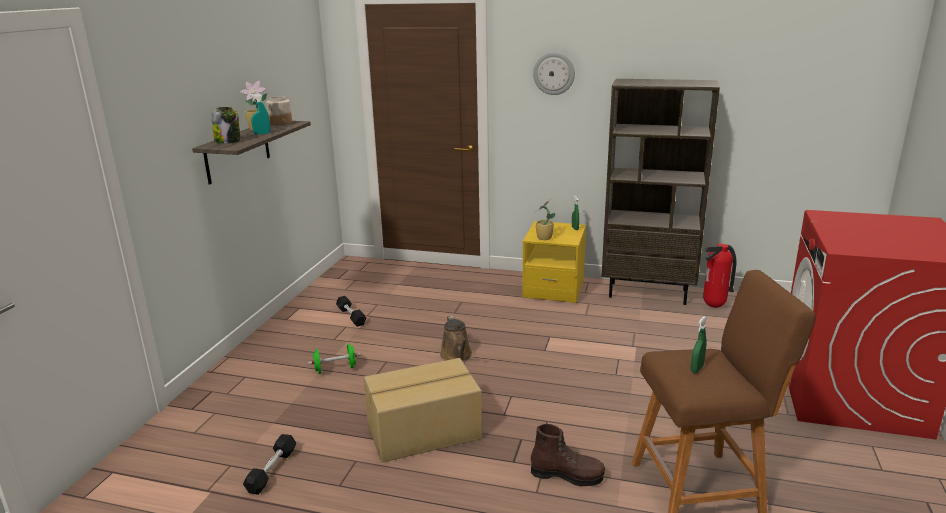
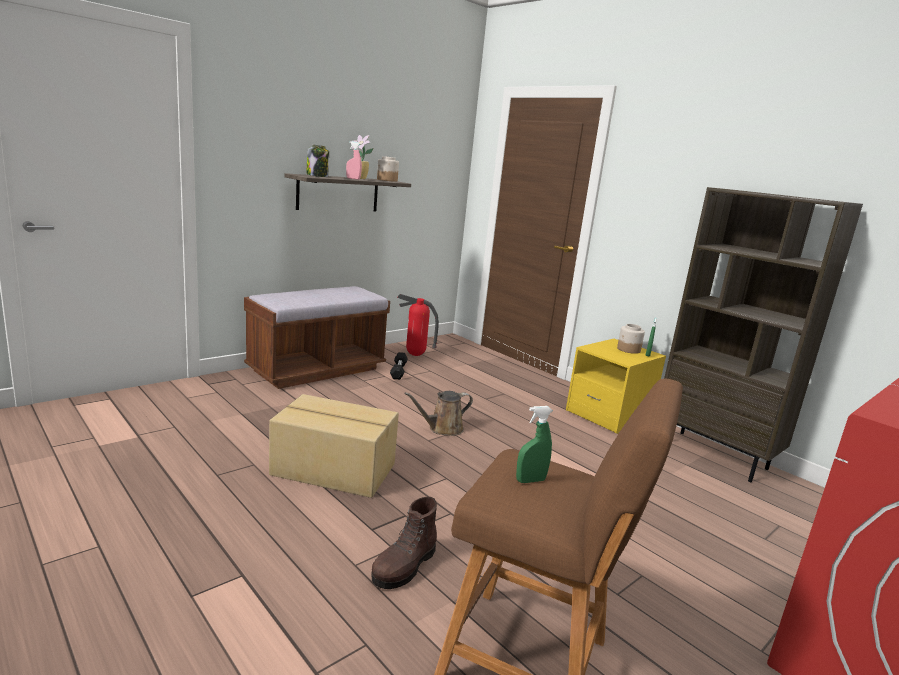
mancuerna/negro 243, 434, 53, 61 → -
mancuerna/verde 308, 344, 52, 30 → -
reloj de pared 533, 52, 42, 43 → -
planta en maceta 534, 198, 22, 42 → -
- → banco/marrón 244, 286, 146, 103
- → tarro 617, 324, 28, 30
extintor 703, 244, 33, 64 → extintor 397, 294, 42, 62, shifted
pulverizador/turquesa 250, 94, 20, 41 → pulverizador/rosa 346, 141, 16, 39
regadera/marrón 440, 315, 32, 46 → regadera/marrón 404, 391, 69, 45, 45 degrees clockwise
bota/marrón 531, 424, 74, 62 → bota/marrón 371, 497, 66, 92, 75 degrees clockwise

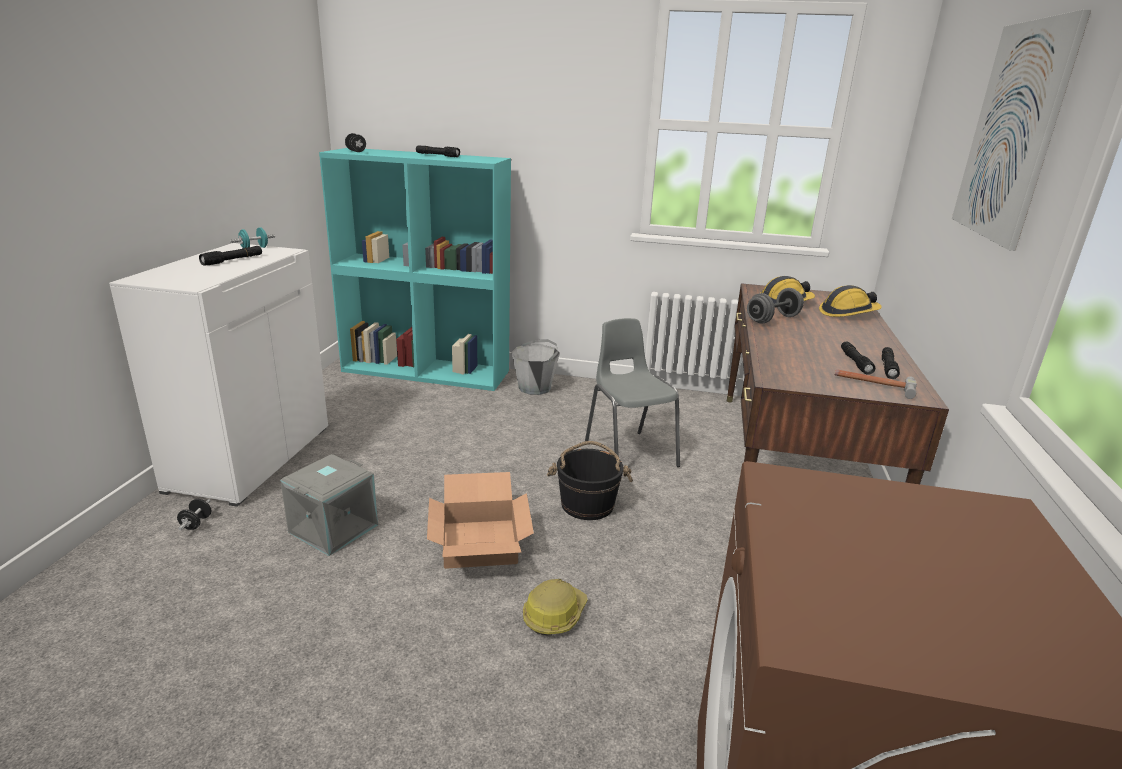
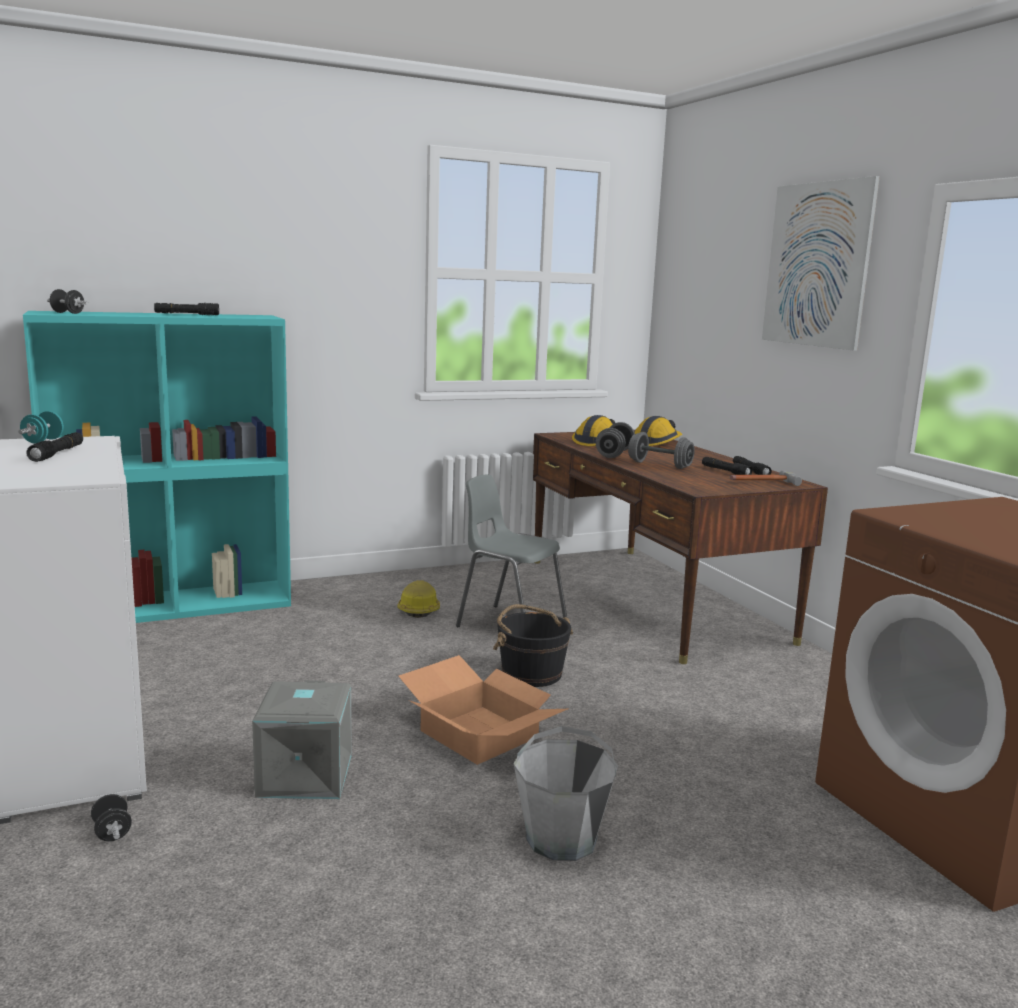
- → mancuerna/gris 628, 432, 67, 37
cubo/gris 512, 339, 48, 56 → cubo/gris 514, 726, 105, 135, shifted
casco 523, 579, 65, 57 → casco 397, 580, 43, 38, shifted

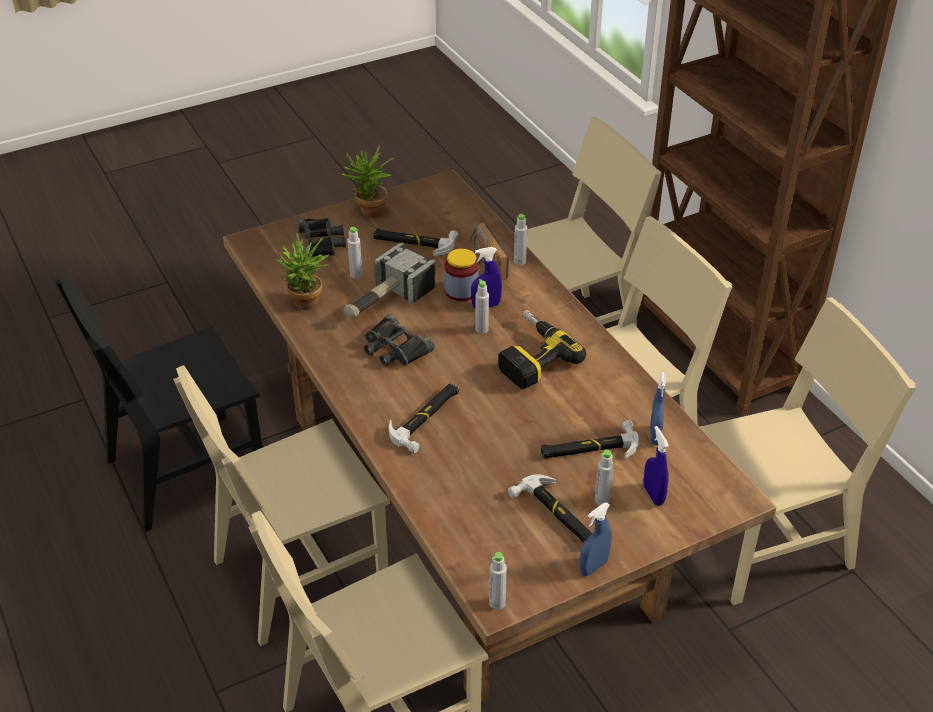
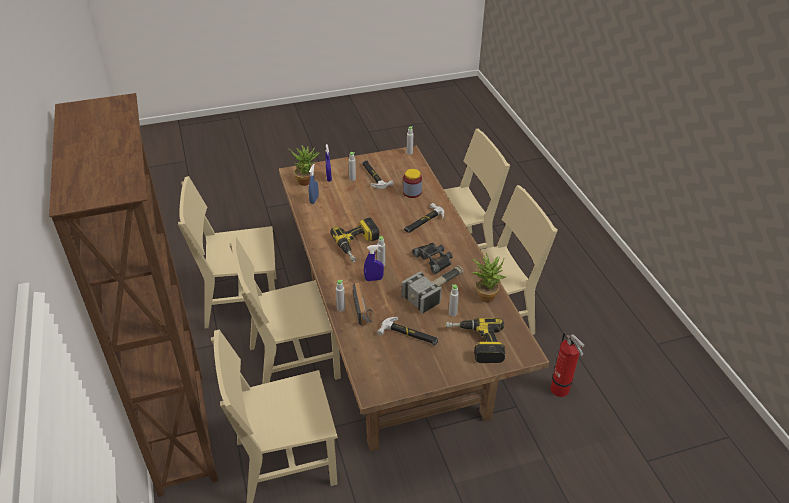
martillo 541, 420, 98, 39 → -
pulverizador/azul 579, 502, 33, 74 → -
planta en maceta 342, 146, 52, 71 → planta en maceta 289, 146, 31, 40, shifted
tarro 444, 249, 35, 52 → tarro 403, 169, 19, 29, shifted
silla/negro 55, 268, 207, 264 → extintor 551, 333, 34, 64
prismáticos/negro 297, 218, 49, 39 → taladro 446, 318, 59, 45

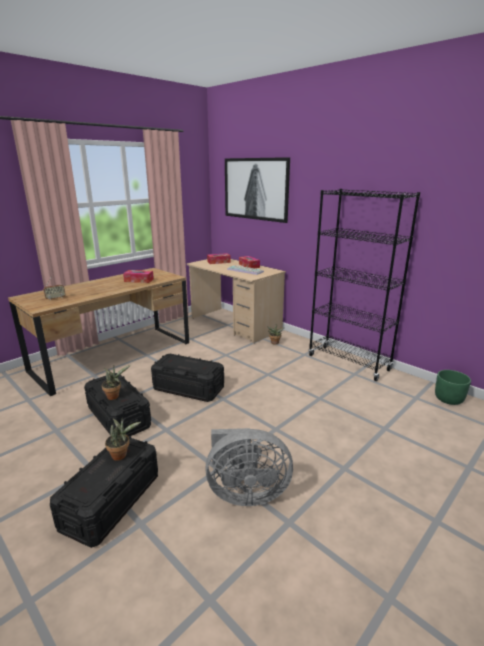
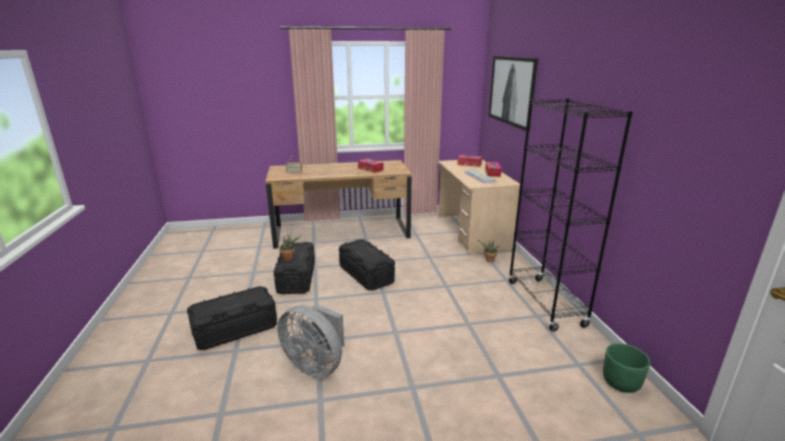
planta en maceta 105, 418, 36, 43 → -

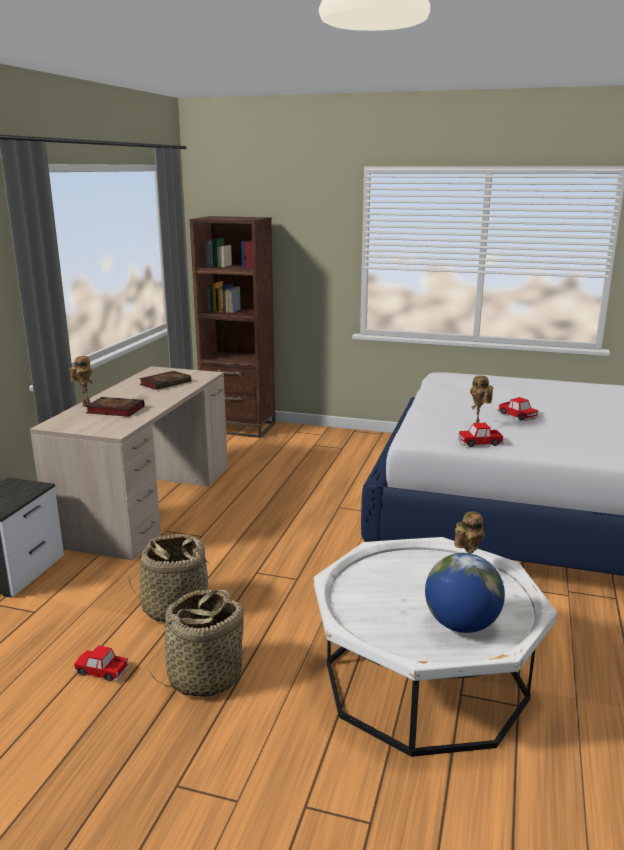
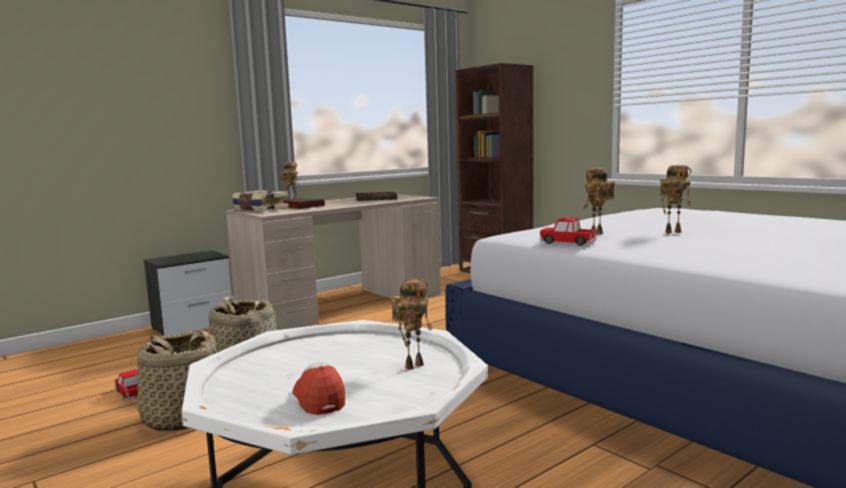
- → libro 232, 190, 57, 22
globo terráqueo 425, 553, 80, 80 → gorra 293, 363, 52, 52
coche de juguete 497, 397, 42, 24 → robot de juguete 660, 165, 31, 68

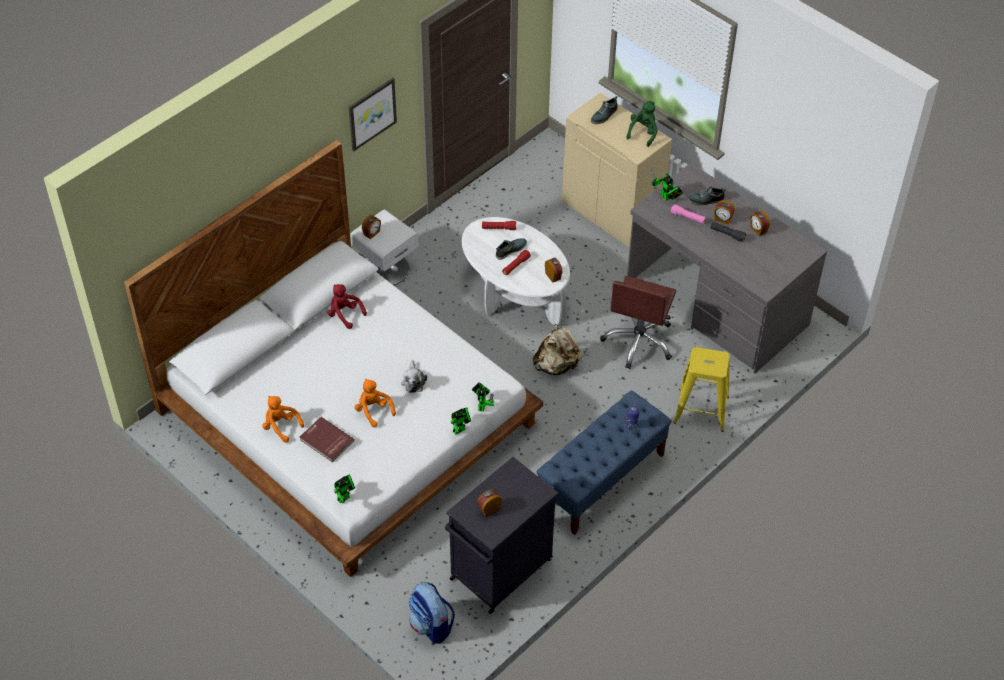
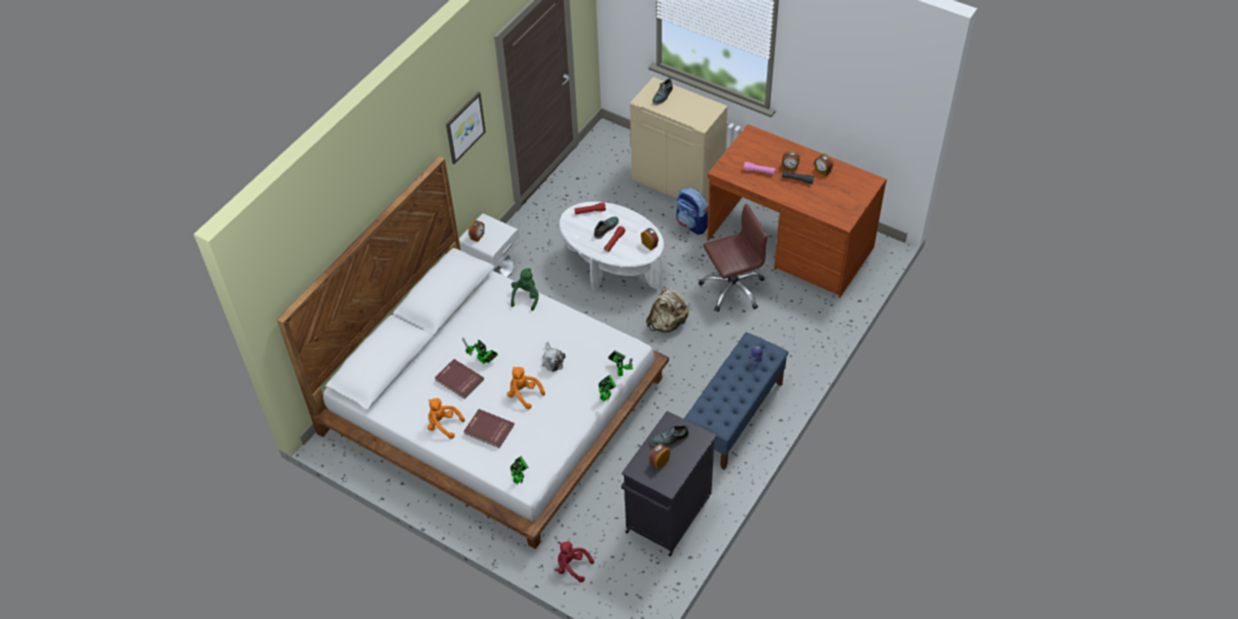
taburete/amarillo 673, 347, 57, 85 → -
- → libro/rojo 435, 359, 49, 40
peluche/rojo 328, 284, 39, 45 → peluche/rojo 557, 541, 37, 41, shifted
mochila 409, 582, 46, 62 → mochila 676, 187, 32, 48, shifted
peluche/verde 626, 101, 32, 46 → peluche/verde 511, 268, 28, 43, shifted
robot de juguete 651, 167, 32, 34 → robot de juguete 462, 338, 36, 26, shifted
zapato 688, 186, 38, 19 → zapato 651, 425, 38, 22, shifted
escritorio/gris 627, 163, 200, 211 → escritorio/marrón 707, 124, 180, 174
silla de oficina/marrón 600, 276, 76, 93 → silla de oficina/marrón 699, 203, 69, 109, 120 degrees counterclockwise

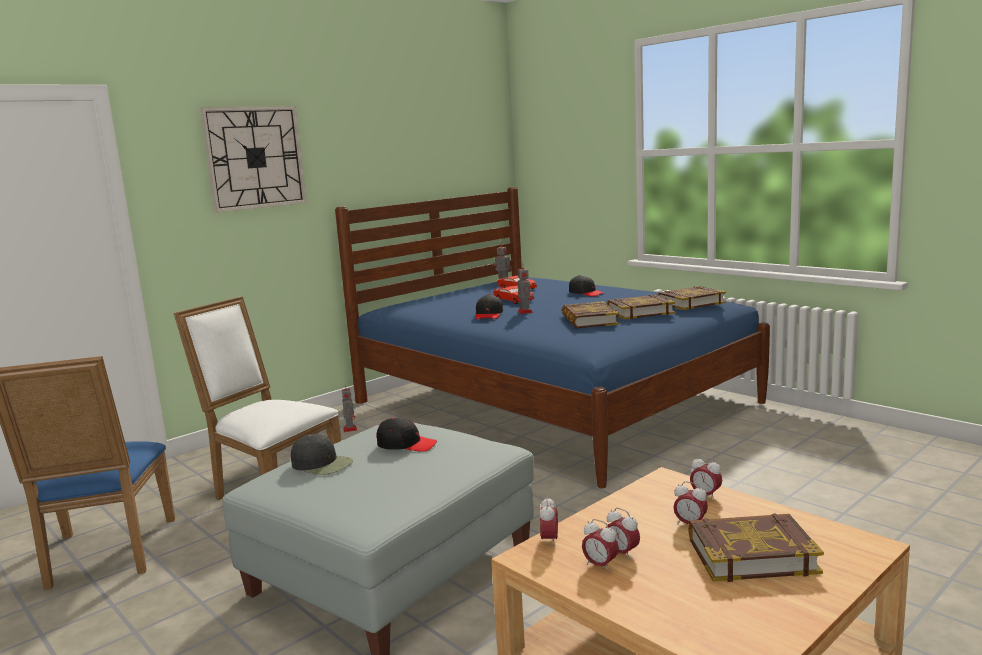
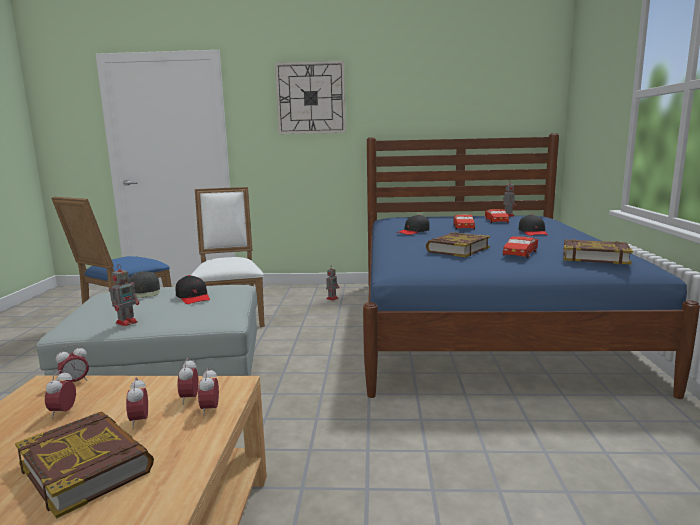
robot de juguete 517, 264, 16, 50 → robot de juguete 110, 264, 29, 62, shifted
despertador 582, 519, 37, 53 → despertador 177, 358, 22, 46, shifted
libro 607, 295, 68, 24 → coche de juguete/rojo 503, 236, 35, 22

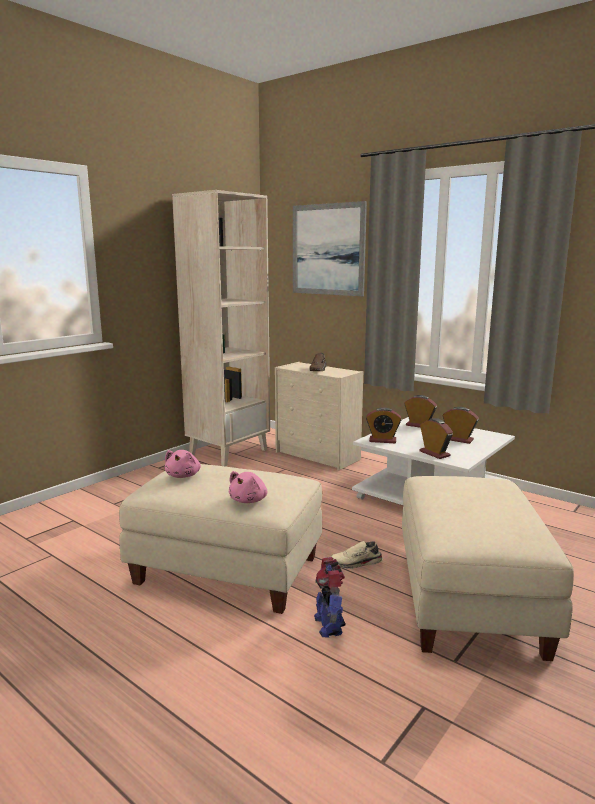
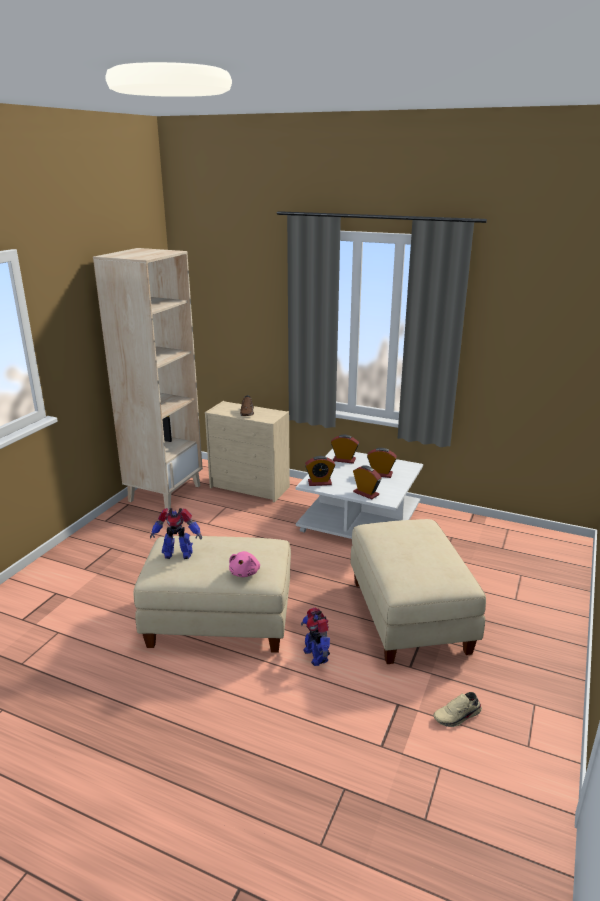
cuadro 293, 201, 74, 95 → -
zapato/beis 331, 541, 52, 28 → zapato/beis 433, 692, 49, 35, shifted
peluche/rosa 165, 450, 36, 28 → robot de juguete 150, 508, 52, 51

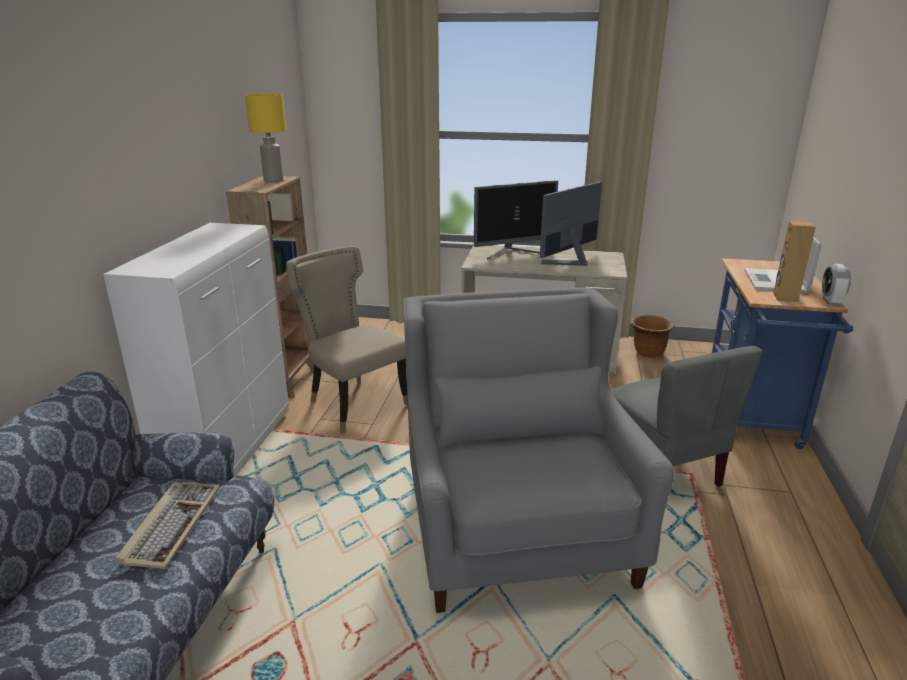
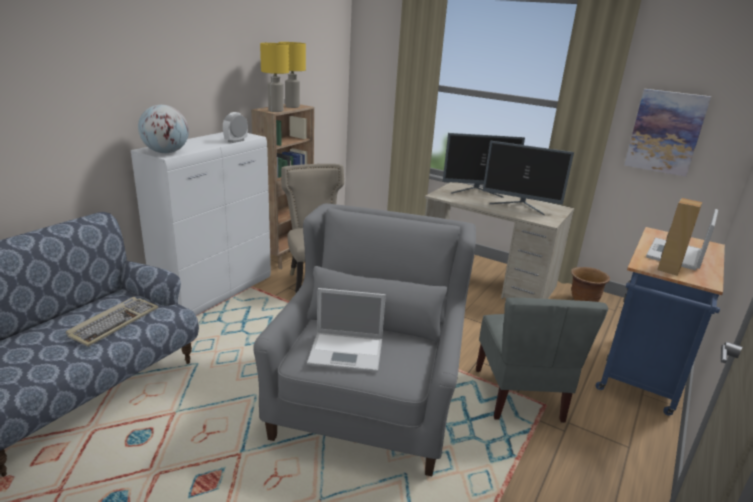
- → globo terráqueo 138, 105, 51, 48
- → lámpara de mesa/amarillo 260, 43, 29, 69
- → portátil 307, 288, 79, 84
- → cuadro 624, 89, 87, 88
despertador 822, 264, 29, 42 → despertador 223, 112, 25, 31, shifted
monitor 540, 182, 62, 84 → monitor 483, 141, 91, 74, 135 degrees counterclockwise

